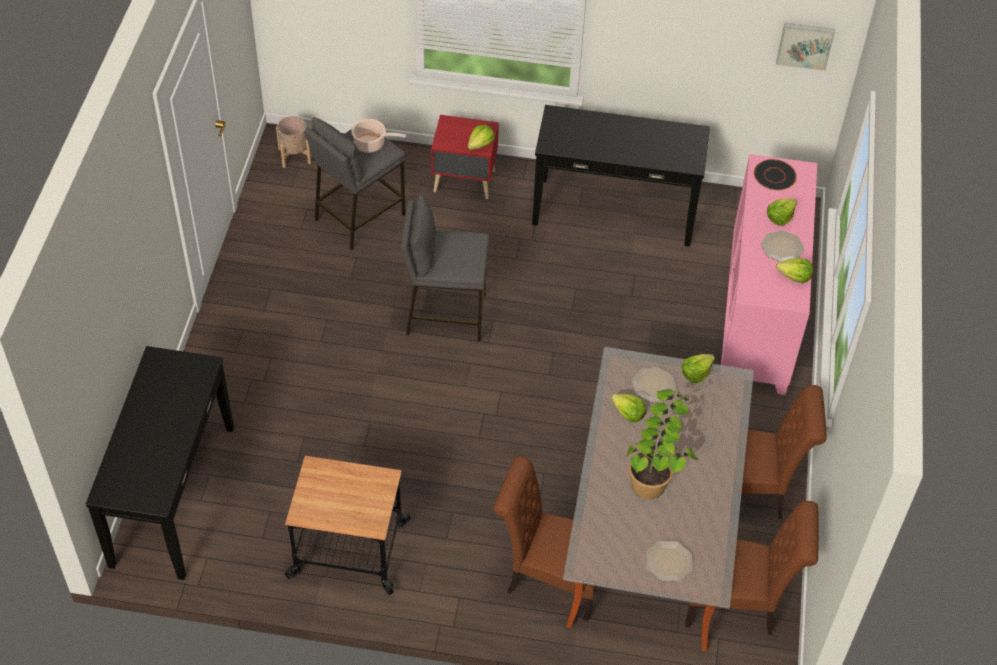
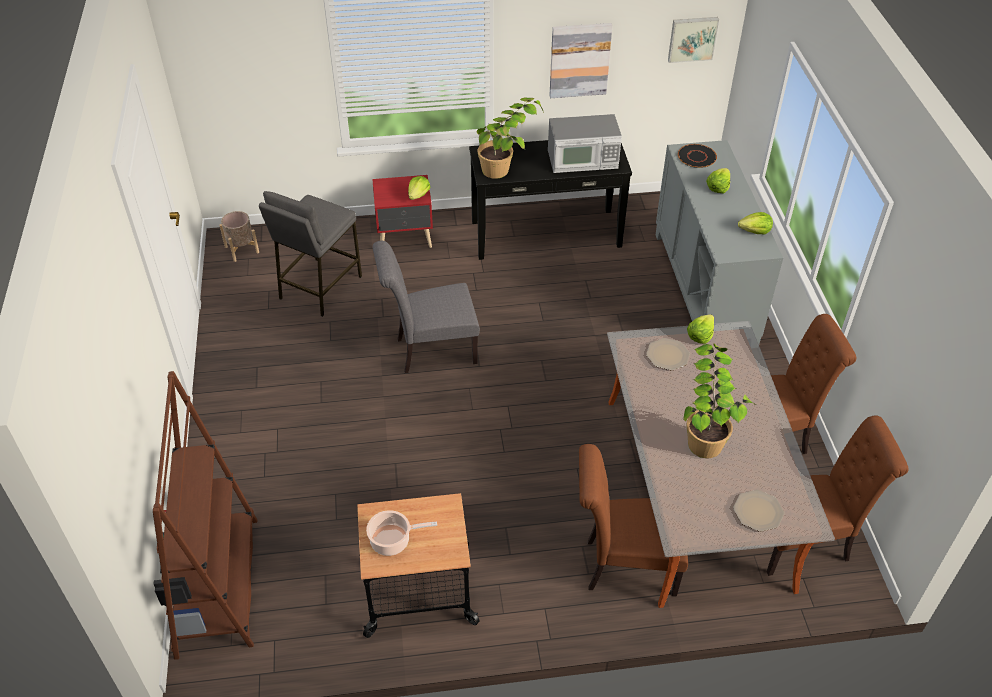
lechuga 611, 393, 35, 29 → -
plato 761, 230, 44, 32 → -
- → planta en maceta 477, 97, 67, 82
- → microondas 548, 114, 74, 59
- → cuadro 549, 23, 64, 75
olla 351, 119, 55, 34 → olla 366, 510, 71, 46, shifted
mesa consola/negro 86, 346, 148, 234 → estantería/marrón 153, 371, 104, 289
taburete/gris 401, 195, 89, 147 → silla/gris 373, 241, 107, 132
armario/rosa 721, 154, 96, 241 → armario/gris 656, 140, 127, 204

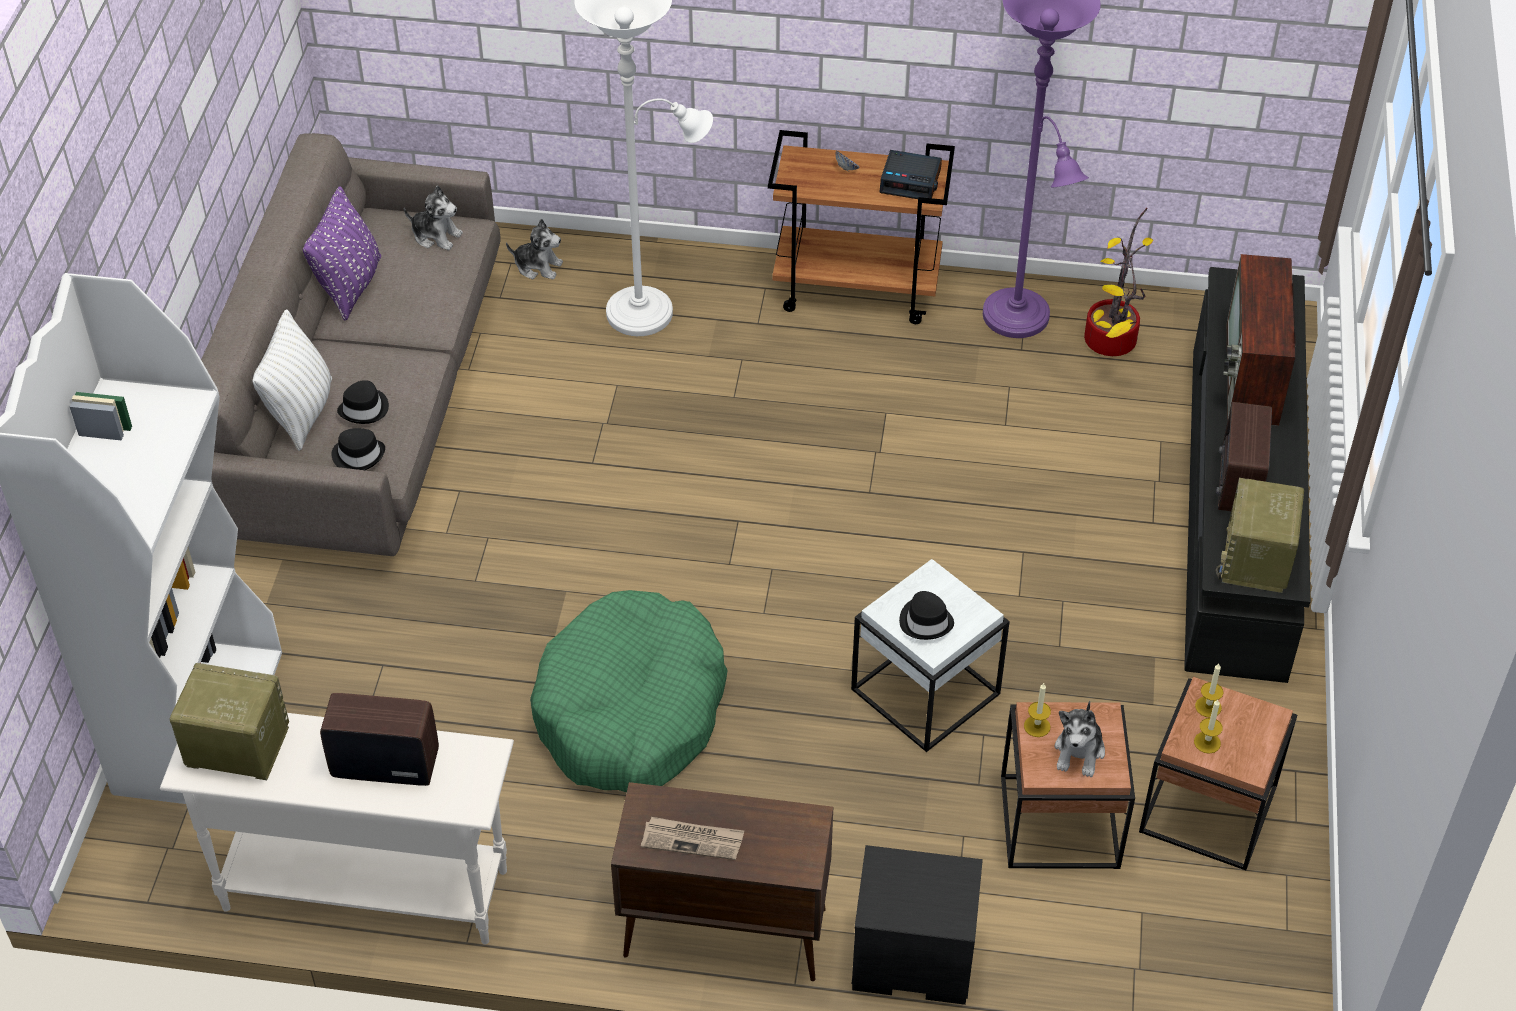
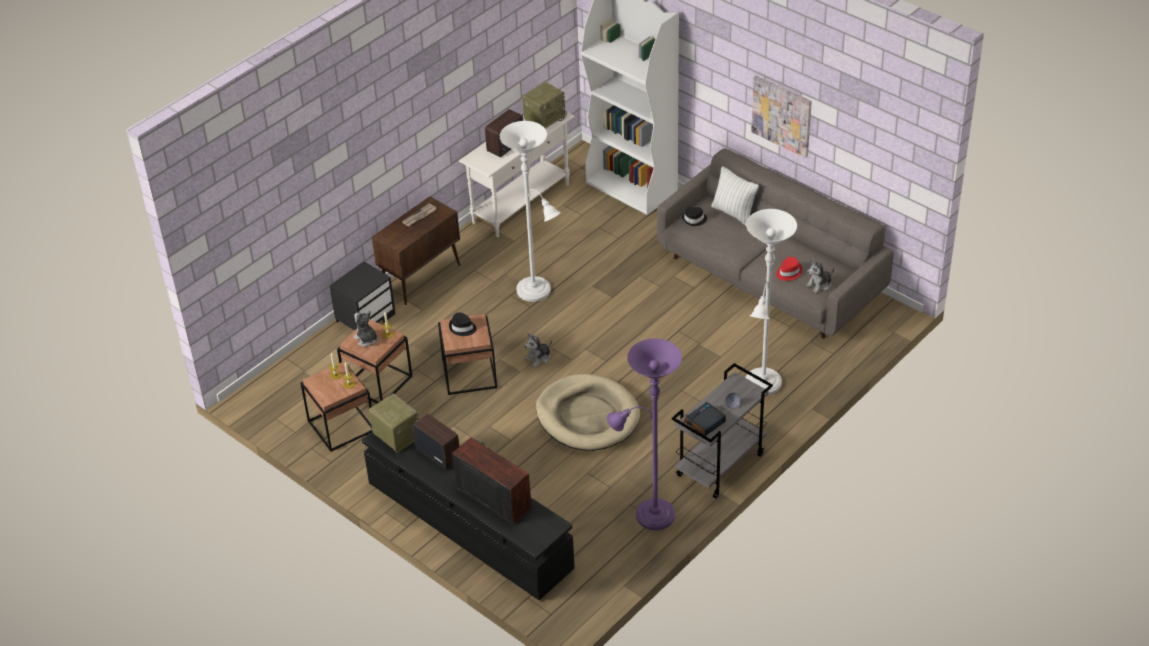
cojín/morado 303, 186, 78, 135 → -
sombrero/negro 337, 380, 52, 44 → -
planta en maceta 1084, 208, 69, 148 → -
- → cama para perro/beis 536, 374, 104, 77
- → cuadro 751, 76, 61, 82
- → sombrero/rojo 776, 257, 26, 24
peluche 506, 219, 57, 61 → peluche 525, 333, 27, 34, shifted
cama para perro/verde 530, 590, 198, 202 → lámpara de pie/blanco 500, 121, 61, 181
carrito/marrón 768, 130, 187, 194 → carrito/gris 672, 363, 101, 136
mesa auxiliar/blanco 851, 559, 159, 193 → mesa auxiliar/marrón 438, 314, 59, 81

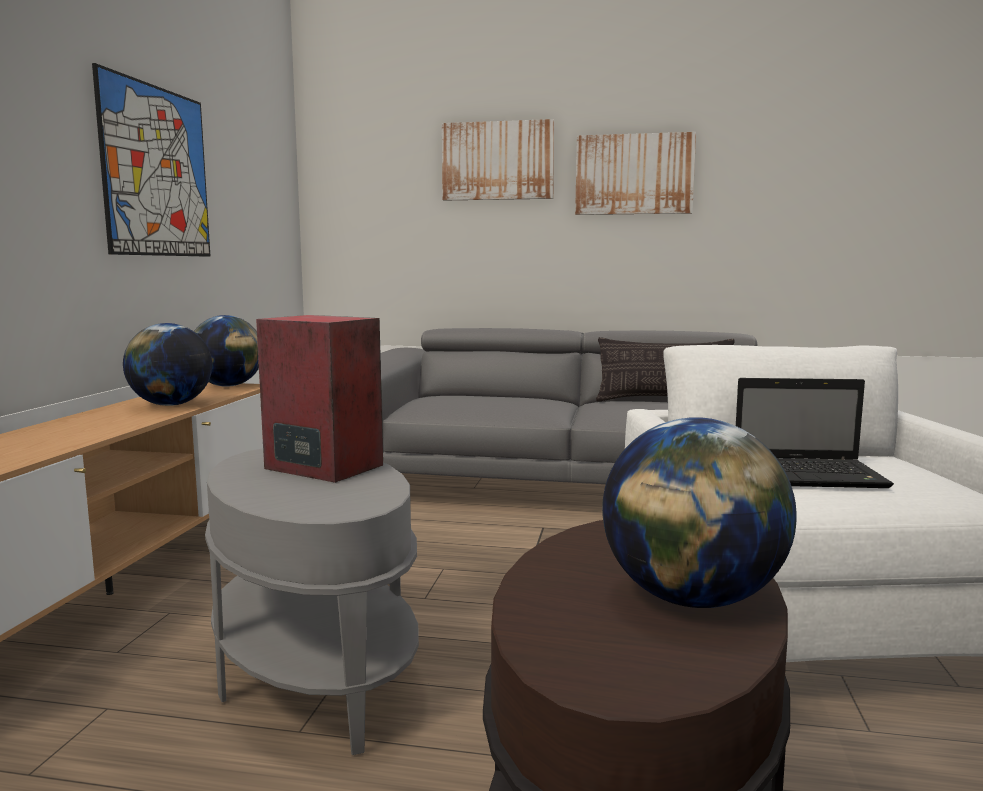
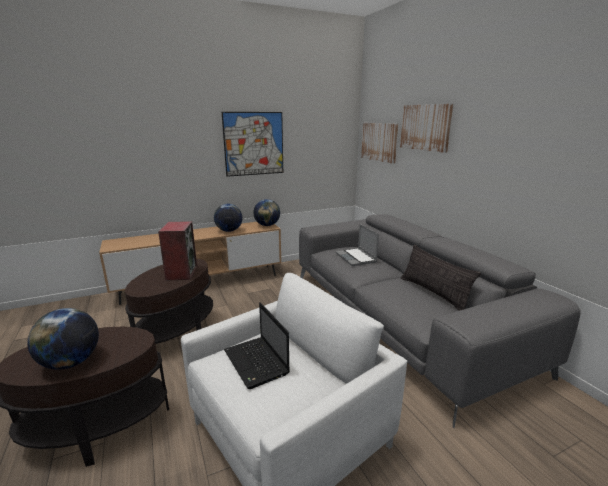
- → portátil 336, 224, 43, 42
cuadro 575, 132, 121, 83 → cuadro 361, 123, 37, 41, shifted
mesa auxiliar/gris 205, 448, 214, 307 → mesa auxiliar/marrón 125, 259, 88, 85

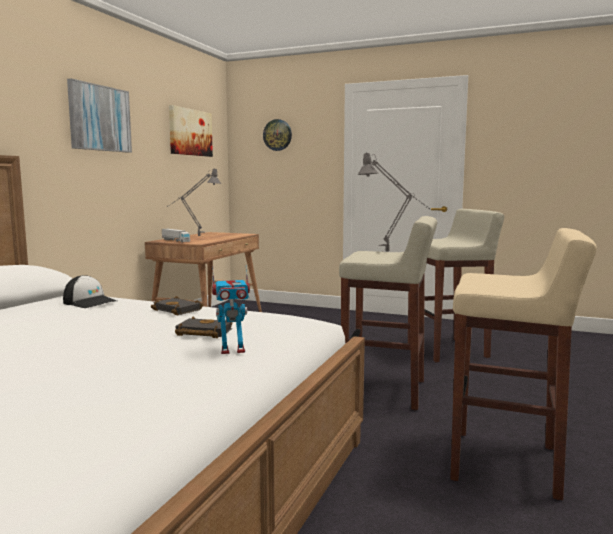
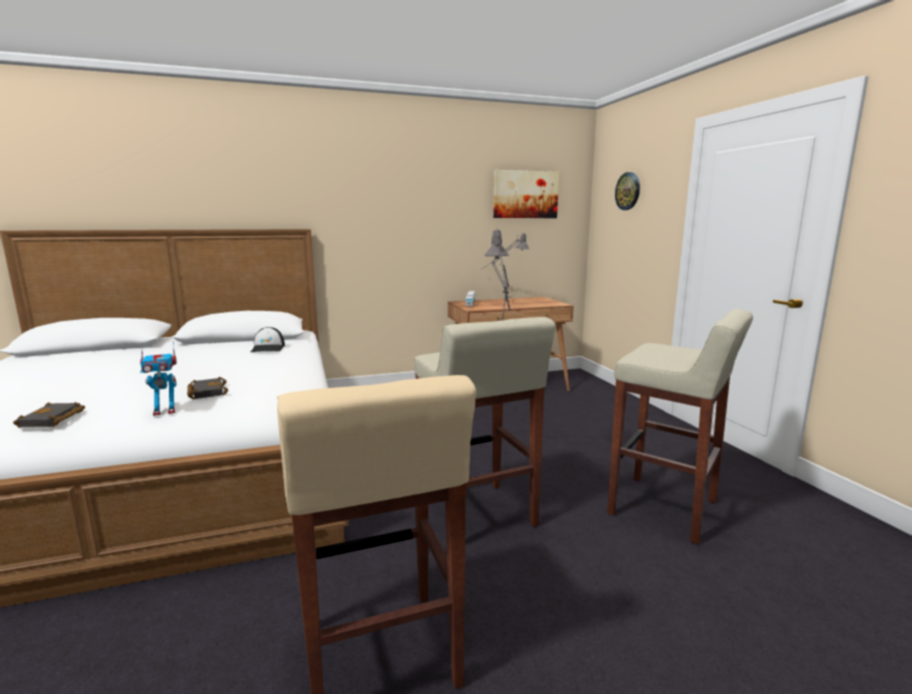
cuadro 67, 79, 65, 74 → -
libro/negro 151, 296, 52, 20 → libro/negro 13, 402, 72, 26, shifted
robot de juguete 212, 266, 38, 88 → robot de juguete 140, 341, 37, 75, 60 degrees counterclockwise

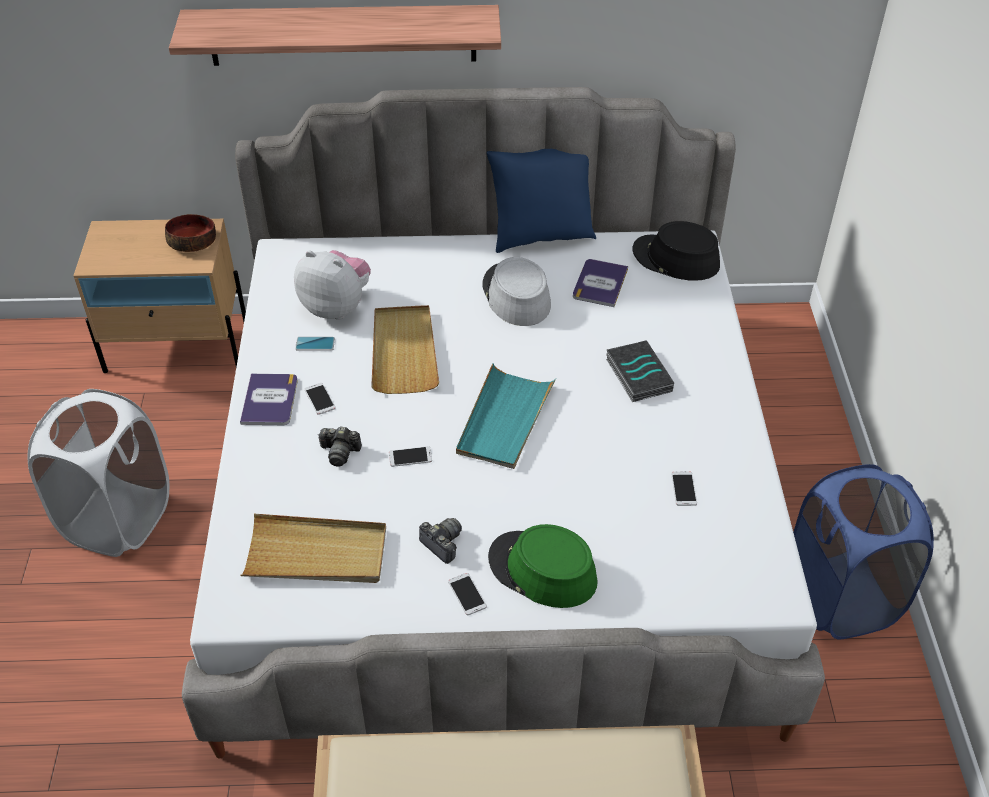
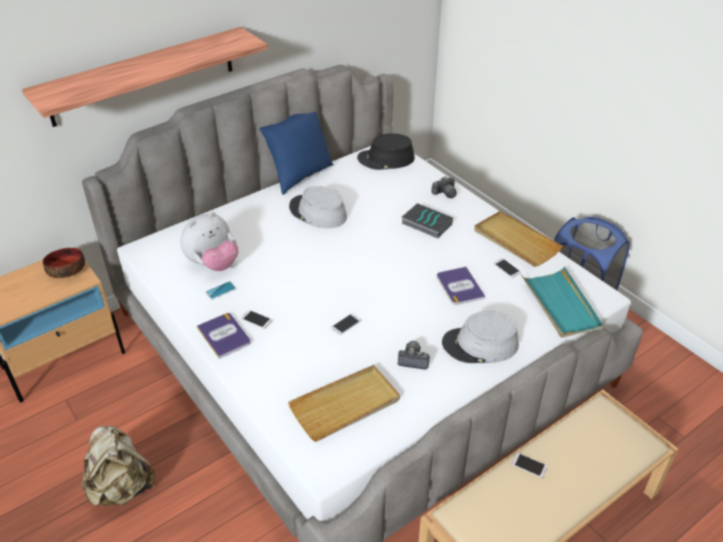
cámara 318, 427, 44, 40 → cámara 431, 176, 26, 22, shifted
bandeja/beis 371, 305, 68, 89 → bandeja/beis 474, 211, 88, 56, shifted
móvil 448, 573, 39, 42 → móvil 512, 453, 36, 25, shifted
bandeja/turquesa 456, 363, 100, 106 → bandeja/turquesa 521, 266, 82, 72, shifted
libro 573, 259, 55, 48 → libro 437, 266, 48, 39, shifted
cesto de la ropa/blanco 28, 389, 141, 168 → mochila/beis 82, 426, 73, 80
sombrero/verde 488, 524, 110, 84 → sombrero/gris 442, 311, 77, 52
peluche 294, 250, 77, 70 → peluche 180, 212, 58, 59, 150 degrees clockwise

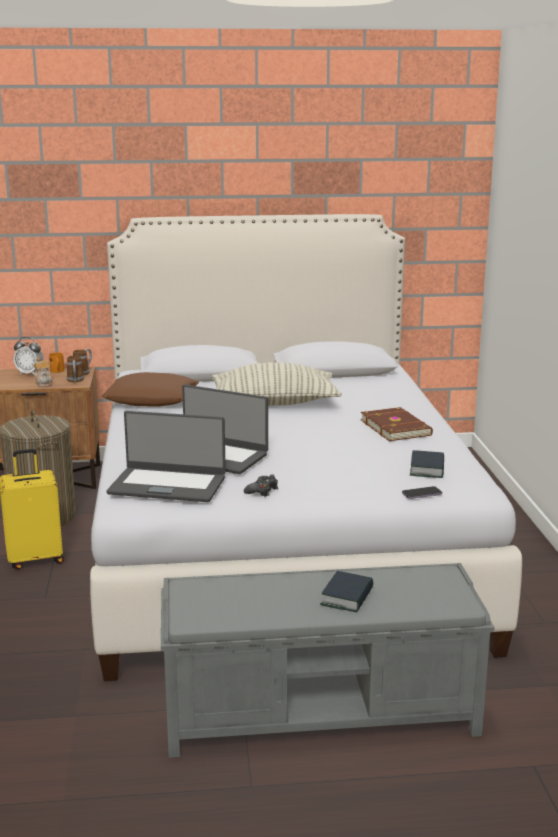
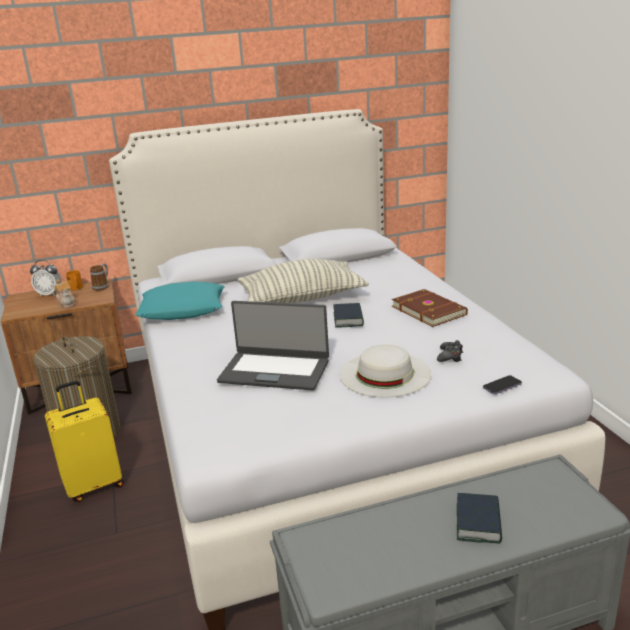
taza grande 67, 355, 17, 27 → -
portátil 107, 411, 119, 91 → -
- → sombrero/blanco 340, 345, 91, 53
mando de consola/negro 244, 474, 34, 23 → mando de consola/negro 437, 340, 26, 22, shifted
libro 410, 450, 34, 28 → libro 333, 303, 31, 25, shifted
cojín/marrón 102, 372, 97, 35 → cojín/turquesa 135, 282, 90, 38

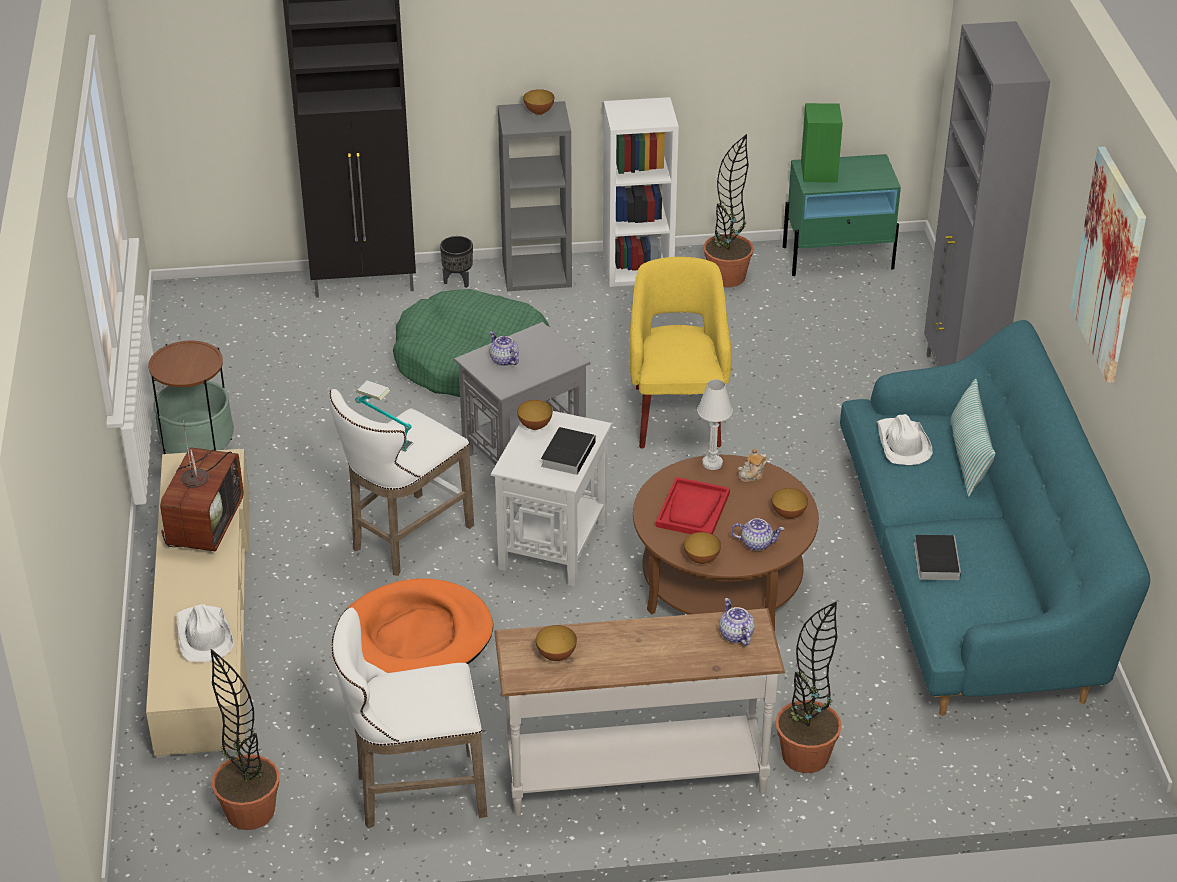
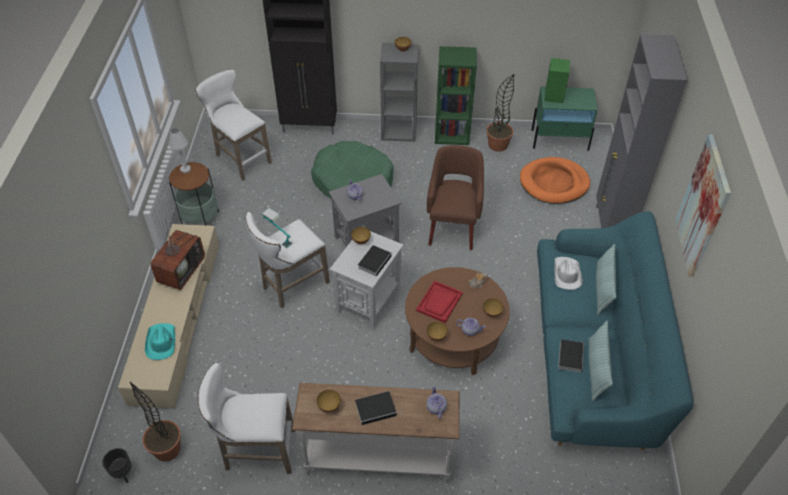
planta en maceta 776, 601, 66, 172 → -
- → taburete/blanco 195, 69, 77, 111
- → libro 355, 391, 48, 34
- → cojín 588, 321, 25, 80
cama para perro/naranja 348, 578, 145, 95 → cama para perro/naranja 520, 157, 70, 47, shifted
maceta/negro 440, 236, 33, 52 → maceta/negro 102, 448, 29, 35, shifted
lámpara de mesa/blanco 697, 379, 36, 91 → lámpara de mesa/blanco 169, 128, 22, 45, shifted
sombrero/blanco 176, 604, 58, 58 → sombrero/turquesa 145, 323, 30, 37
estantería/blanco 603, 97, 76, 190 → estantería/verde 435, 46, 42, 99
sillón/amarillo 629, 257, 103, 192 → sillón/marrón 427, 145, 57, 105

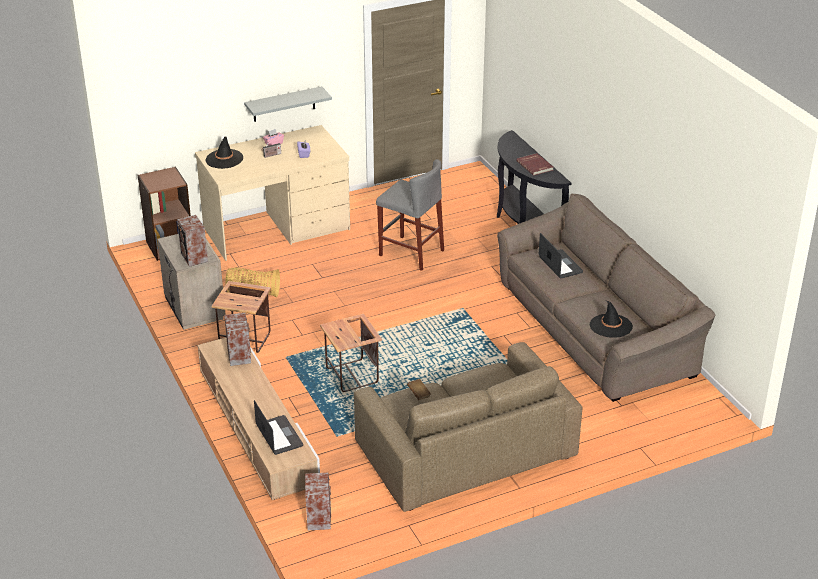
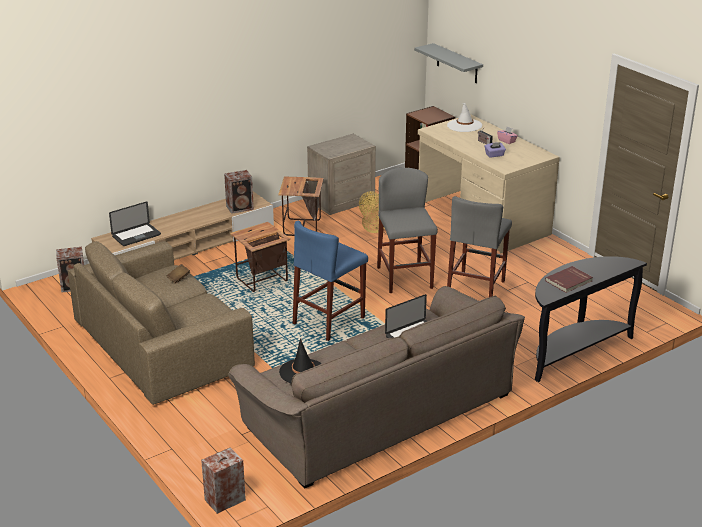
- → taburete/azul 293, 221, 75, 120
- → taburete/gris 377, 168, 61, 125
altavoz 177, 215, 31, 52 → altavoz 201, 448, 45, 66, shifted
estante/gris 244, 86, 88, 36 → estante/gris 414, 43, 69, 40, shifted
sombrero/negro 206, 136, 37, 33 → sombrero/blanco 447, 103, 35, 29

